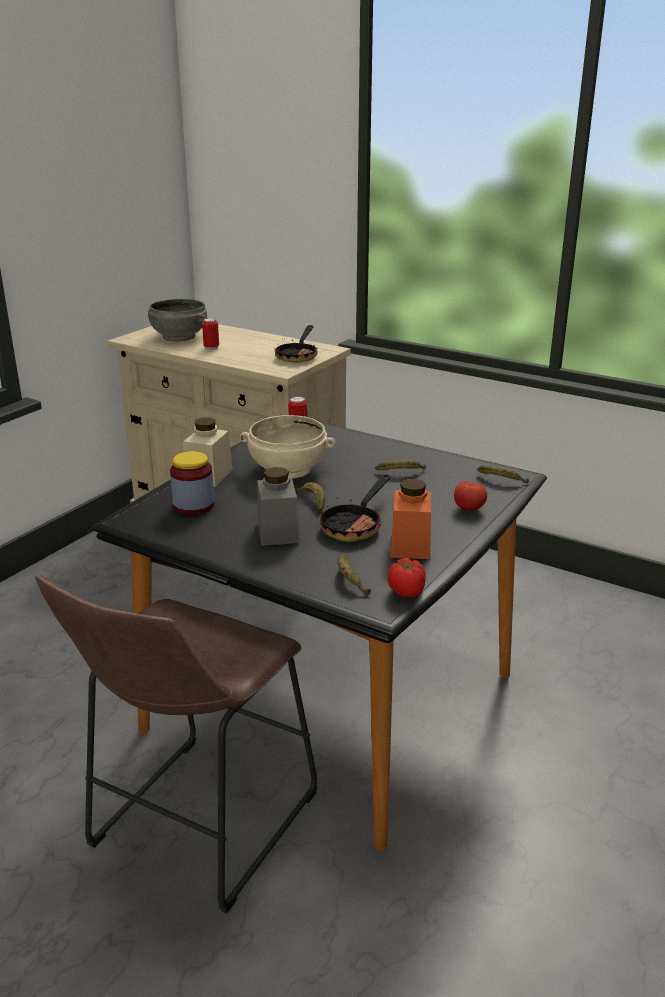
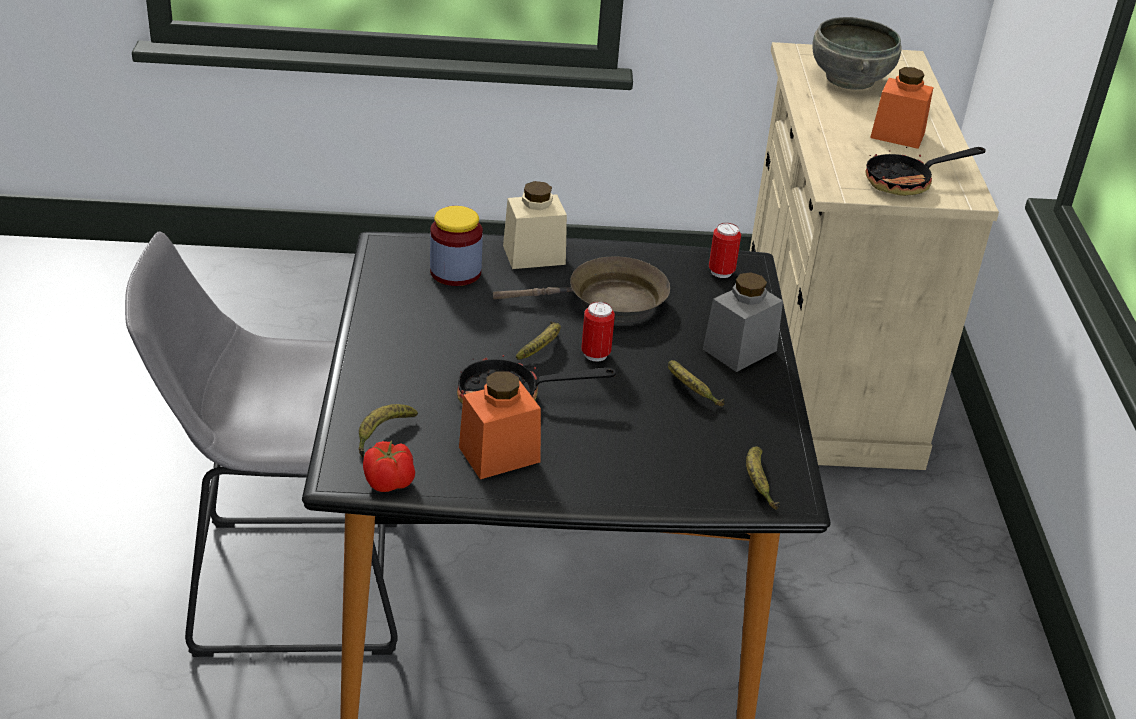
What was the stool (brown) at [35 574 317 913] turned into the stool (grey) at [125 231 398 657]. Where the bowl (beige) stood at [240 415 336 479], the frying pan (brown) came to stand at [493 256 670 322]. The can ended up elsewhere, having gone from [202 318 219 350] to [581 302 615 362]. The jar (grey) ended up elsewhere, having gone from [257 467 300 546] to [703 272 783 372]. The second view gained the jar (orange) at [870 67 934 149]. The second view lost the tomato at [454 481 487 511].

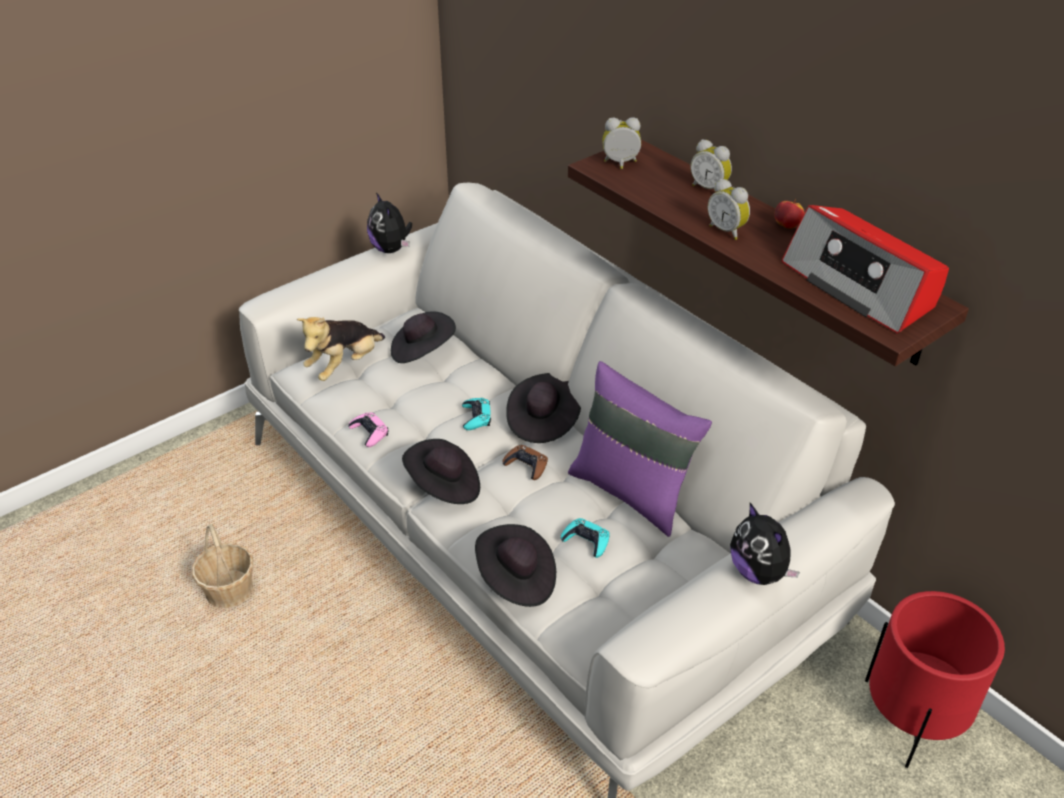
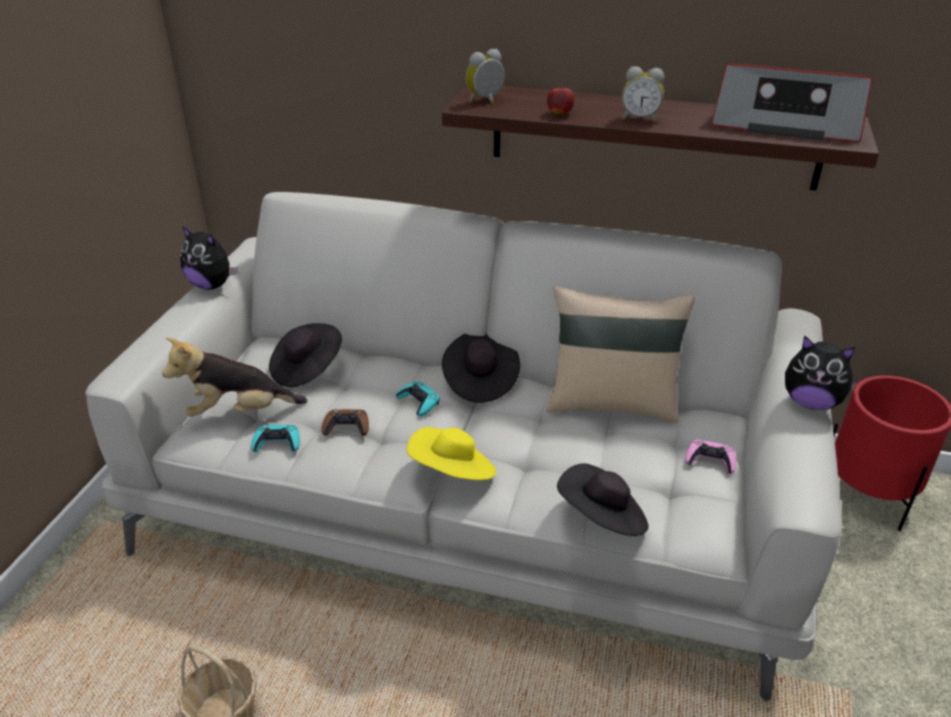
The plush toy at [297 317 385 381] ended up facing another way, 75 degrees clockwise from before. The game controller (turquoise) ended up elsewhere, having gone from [561 518 610 558] to [251 425 300 452]. The game controller (brown) ended up elsewhere, having gone from [502 445 548 480] to [322 409 369 436]. What was the hat (black) at [402 439 480 504] turned into the hat (yellow) at [407 427 496 480]. What was the pillow (purple) at [568 361 712 537] turned into the pillow (beige) at [546 286 695 423]. The apple ended up elsewhere, having gone from [775 199 804 229] to [547 85 575 115]. The game controller (pink) ended up elsewhere, having gone from [348 412 388 447] to [685 439 736 474]. The second view lost the alarm clock at [690 139 732 189].

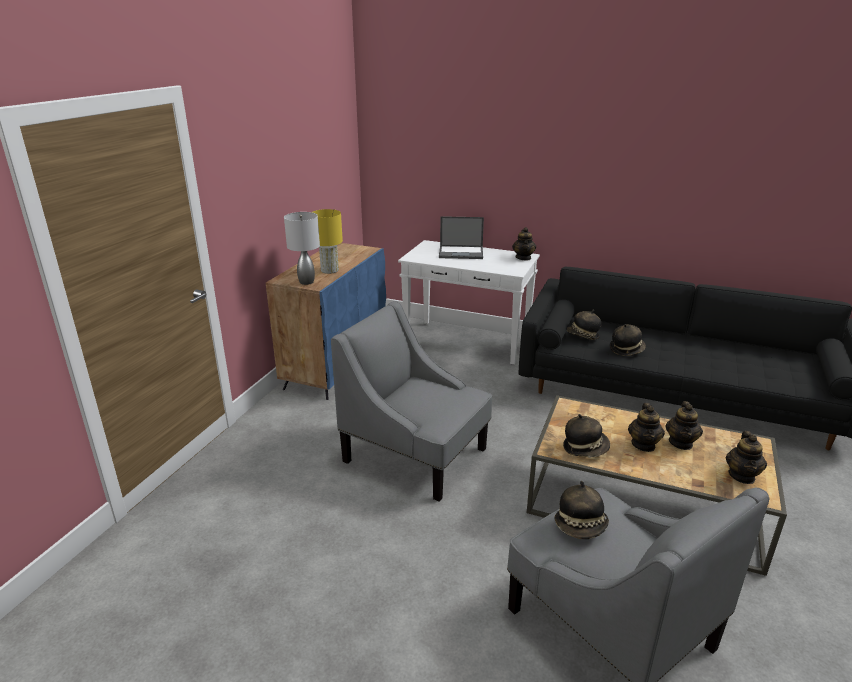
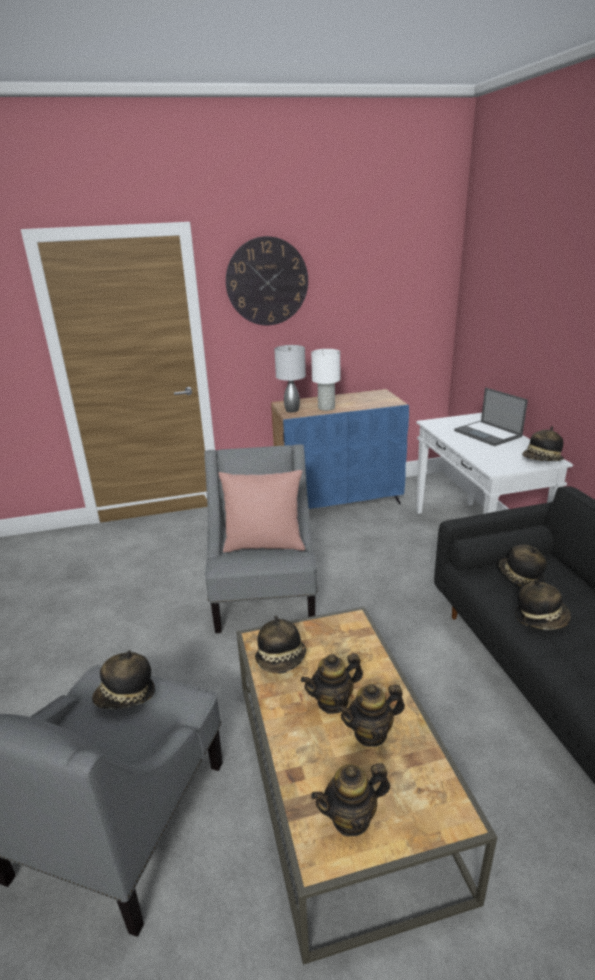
The second view gained the pillow (pink) at [218 470 305 553]. The second view gained the wall clock at [226 236 308 325]. What was the table lamp (yellow) at [312 209 343 274] turned into the table lamp (white) at [311 349 340 411]. Where the teapot stood at [512 227 536 261], the hat came to stand at [522 426 564 461].

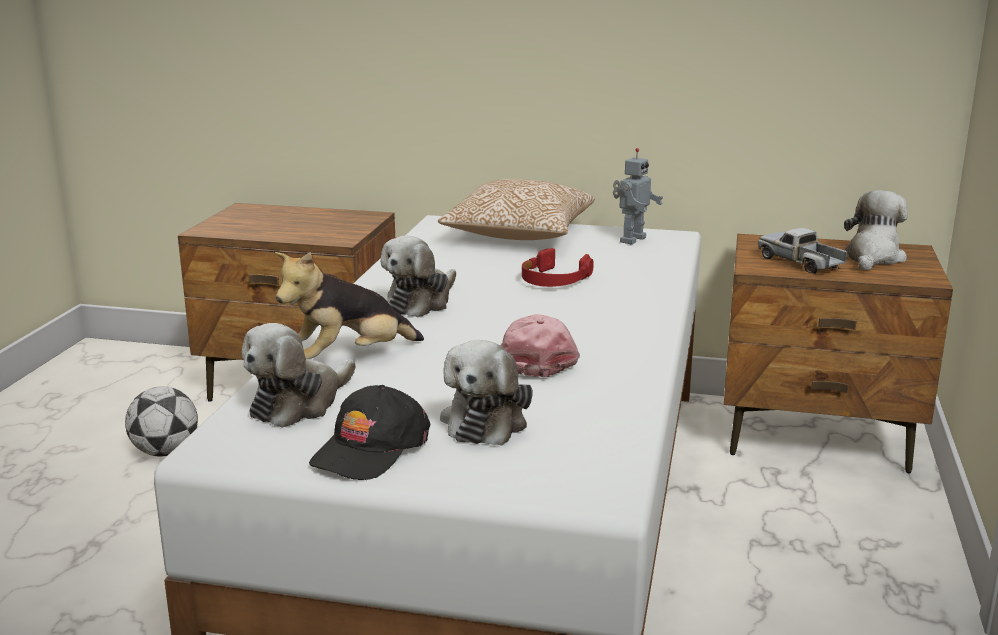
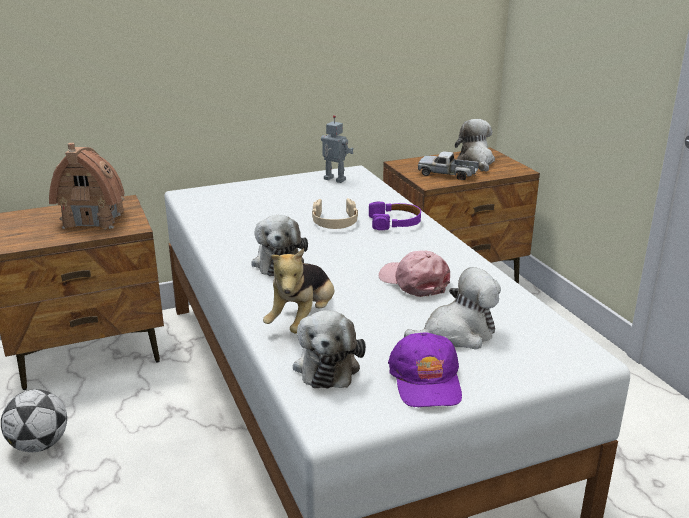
The second view gained the toy house at [49 143 124 229]. What was the headphones (red) at [522 248 594 287] turned into the headphones (beige) at [312 198 358 229]. The toy robot at [613 148 663 244] ended up facing another way, 60 degrees counterclockwise from before. The second view gained the headphones (purple) at [369 201 421 230]. What was the cap (black) at [309 385 430 480] turned into the cap (purple) at [388 332 462 408]. The plush toy at [440 340 533 446] ended up facing another way, 90 degrees counterclockwise from before. The second view lost the pillow at [438 179 595 240].

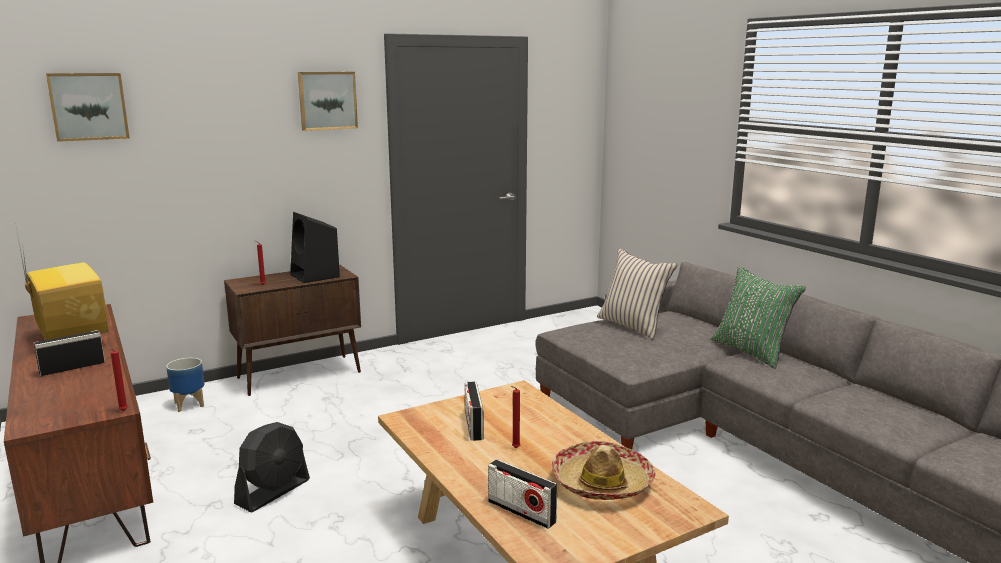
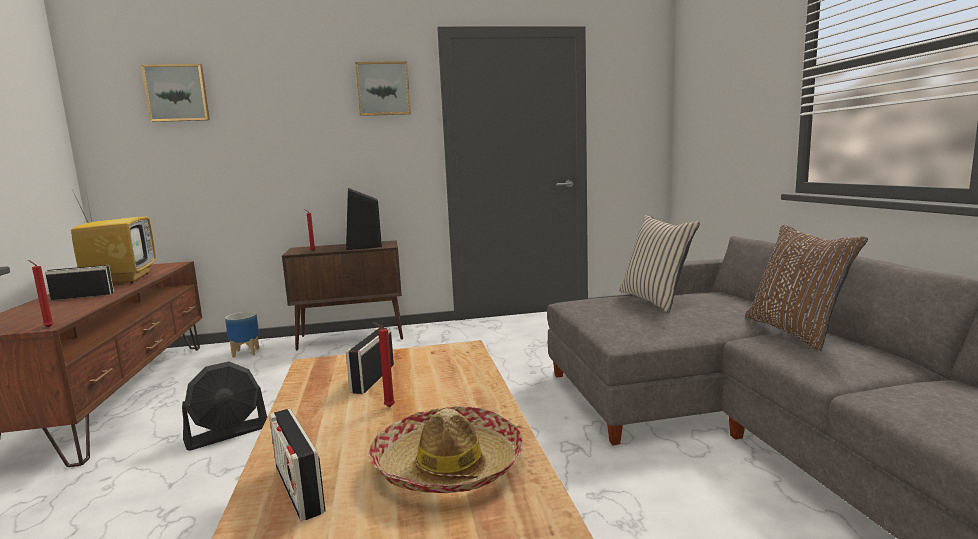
What was the pillow (green) at [711 267 806 369] turned into the pillow (brown) at [745 225 868 351].

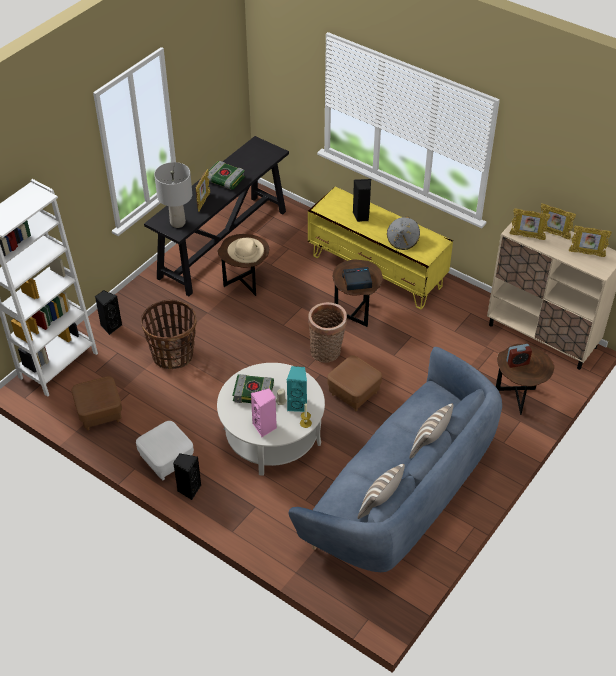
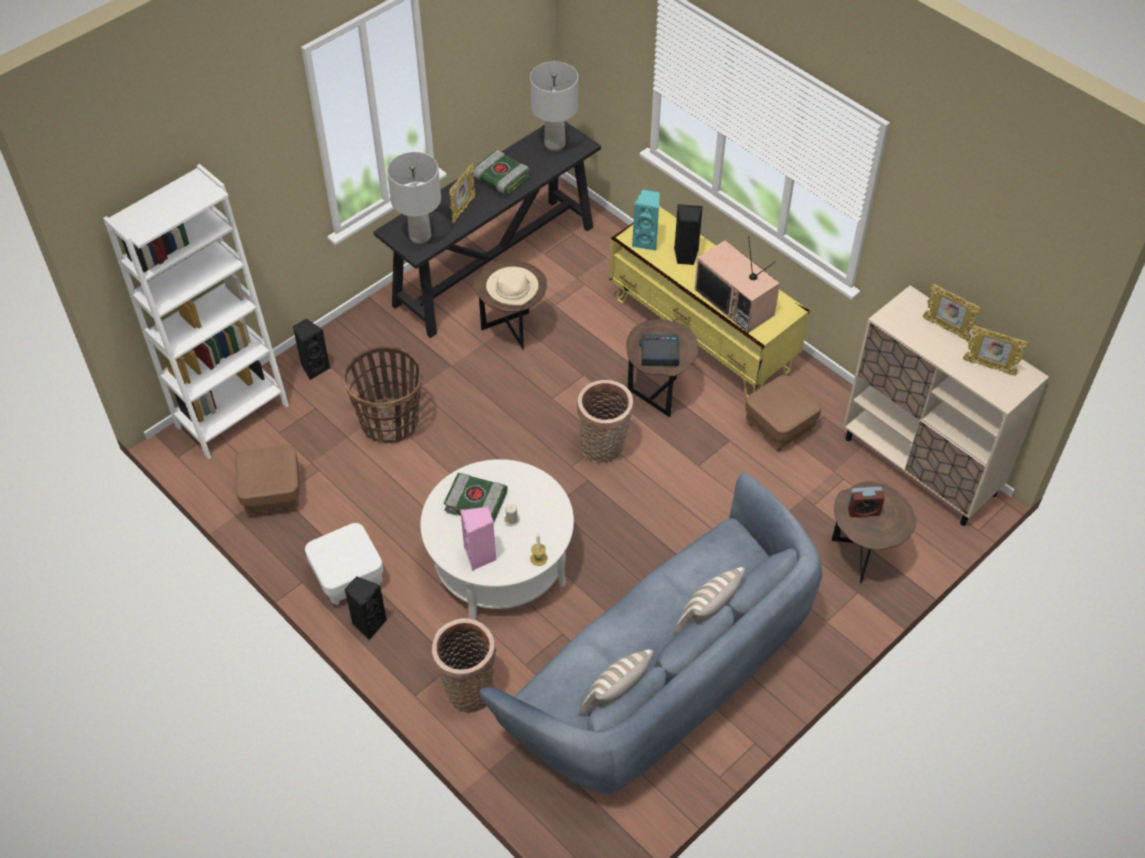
The second view gained the basket at [431 618 496 713]. The second view gained the table lamp (grey) at [530 61 578 151]. The speaker (turquoise) ended up elsewhere, having gone from [287 366 307 412] to [632 189 660 251]. Where the hat (grey) stood at [387 216 420 250], the television came to stand at [695 236 780 333]. The ottoman (brown) ended up elsewhere, having gone from [327 356 382 411] to [745 375 822 451]. The second view lost the picture frame at [510 208 550 240].

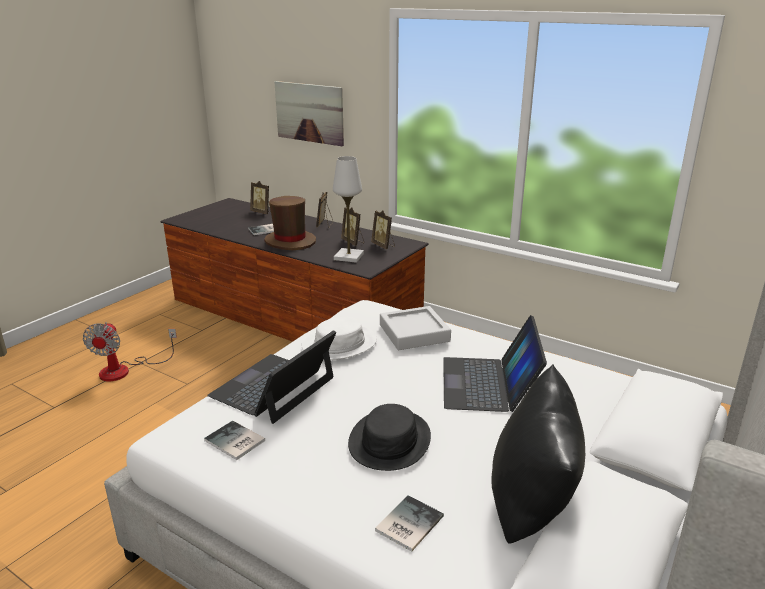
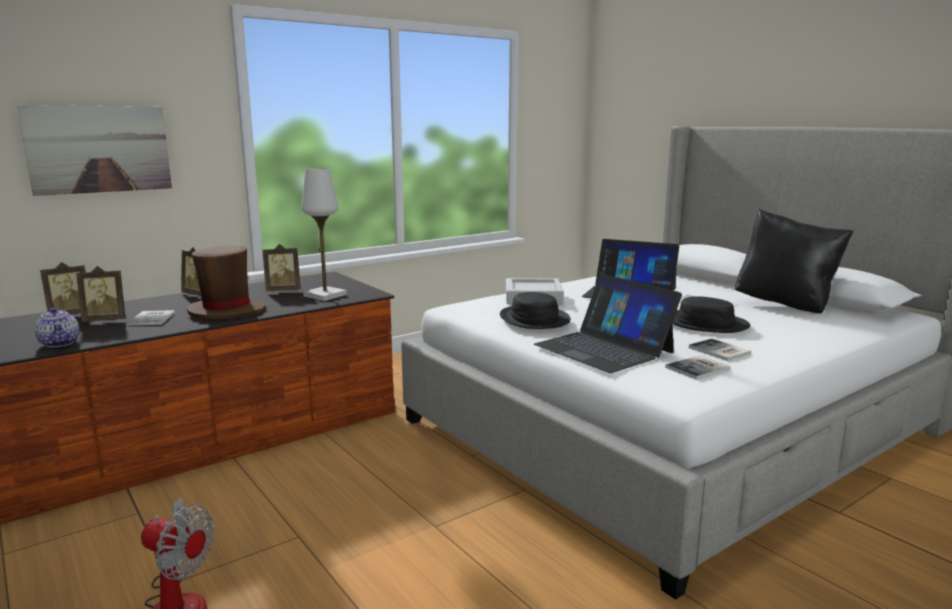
The second view gained the teapot at [35 308 79 347]. The picture frame ended up elsewhere, having gone from [371 211 395 249] to [76 266 125 322]. What was the hat (white) at [302 317 377 360] turned into the hat (black) at [500 292 571 329]. The book ended up elsewhere, having gone from [375 495 444 552] to [689 339 751 361].

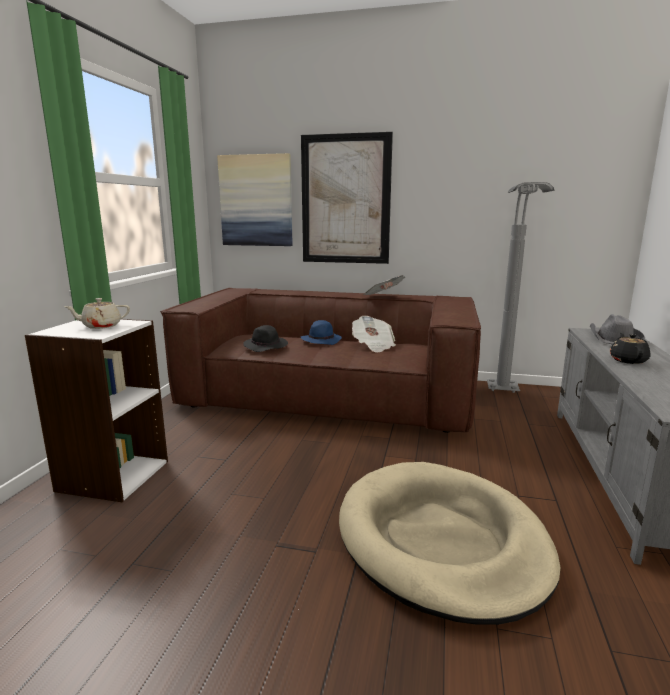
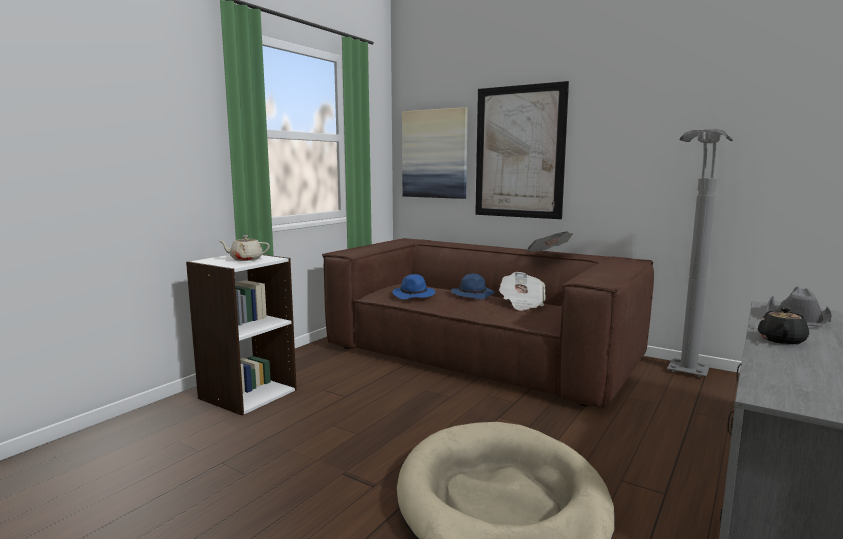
What was the hat (black) at [243 325 288 352] turned into the hat (blue) at [392 274 435 299].

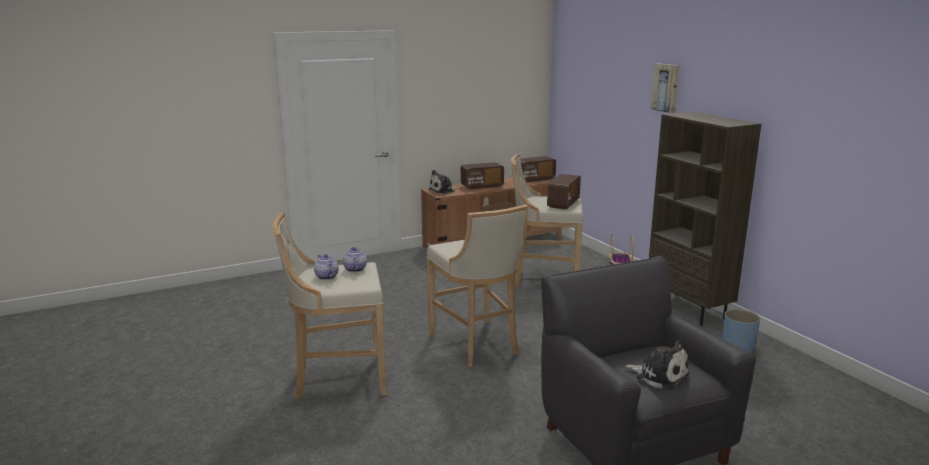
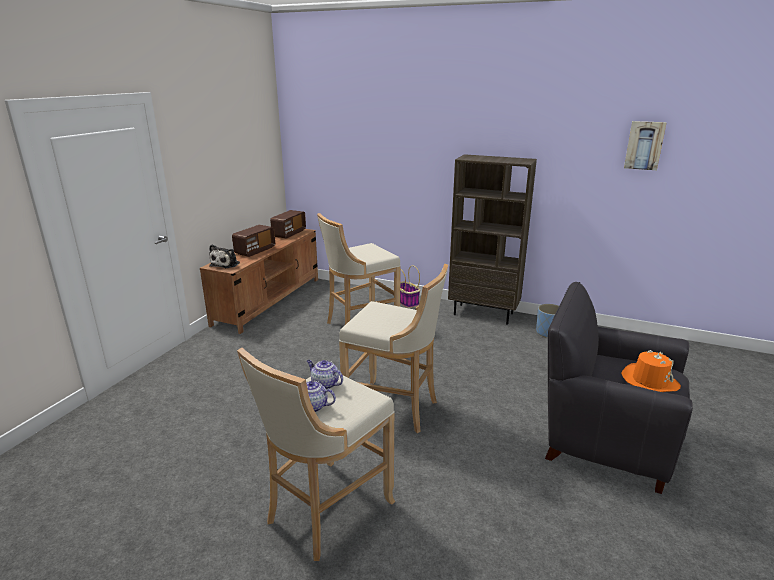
Where the plush toy stood at [625 340 689 390], the hat (orange) came to stand at [621 350 681 392]. The picture ended up elsewhere, having gone from [651 63 680 113] to [624 121 666 170]. The second view lost the radio at [547 174 581 209].

